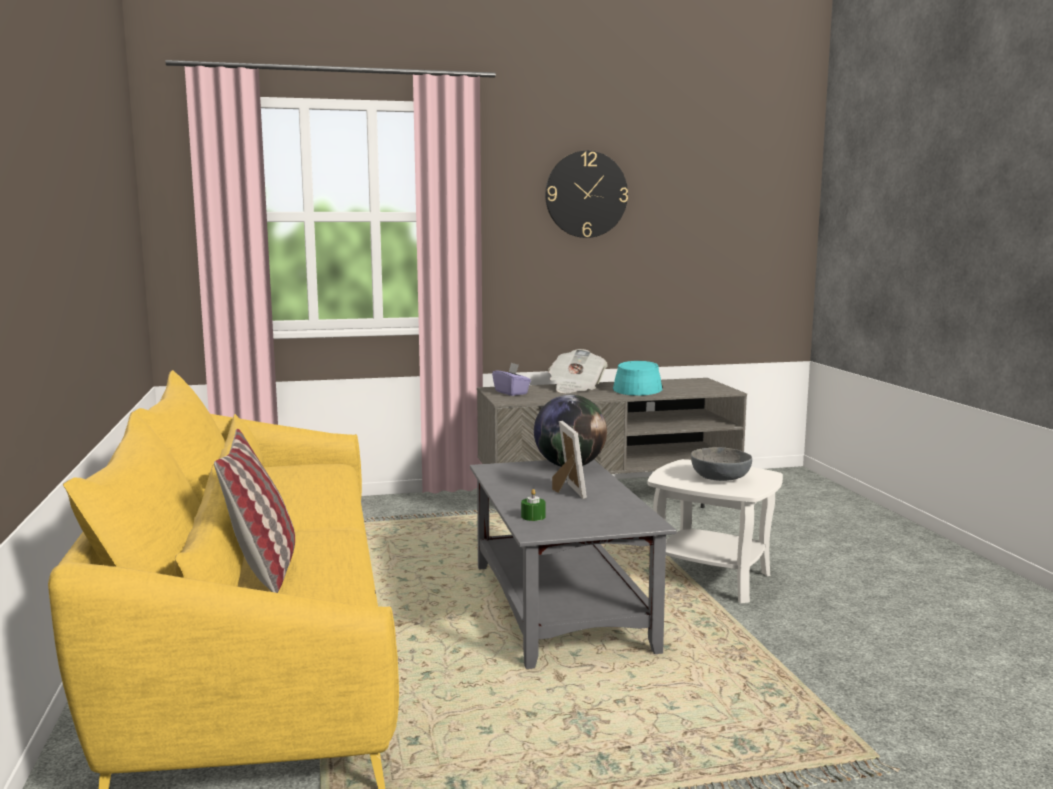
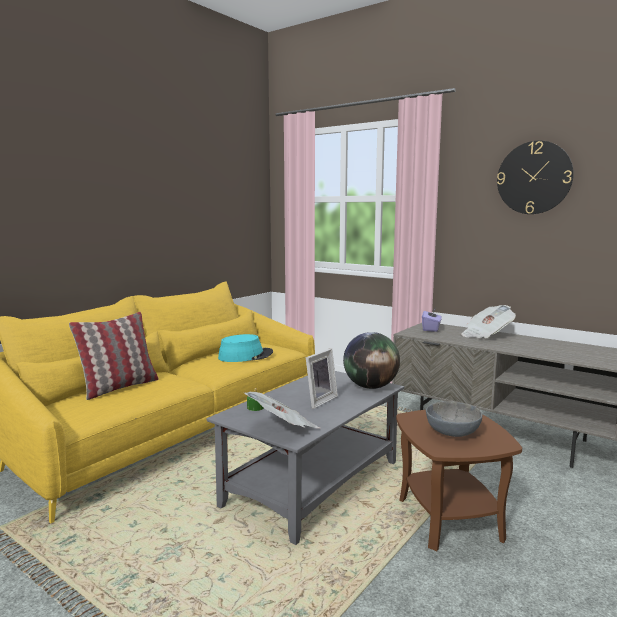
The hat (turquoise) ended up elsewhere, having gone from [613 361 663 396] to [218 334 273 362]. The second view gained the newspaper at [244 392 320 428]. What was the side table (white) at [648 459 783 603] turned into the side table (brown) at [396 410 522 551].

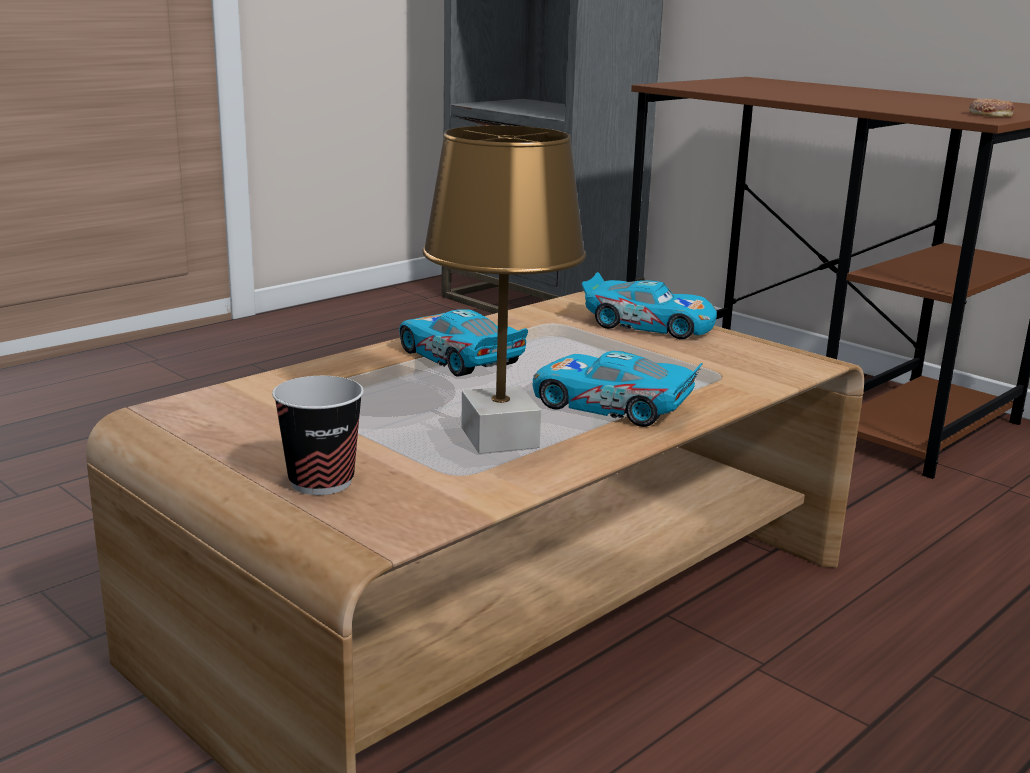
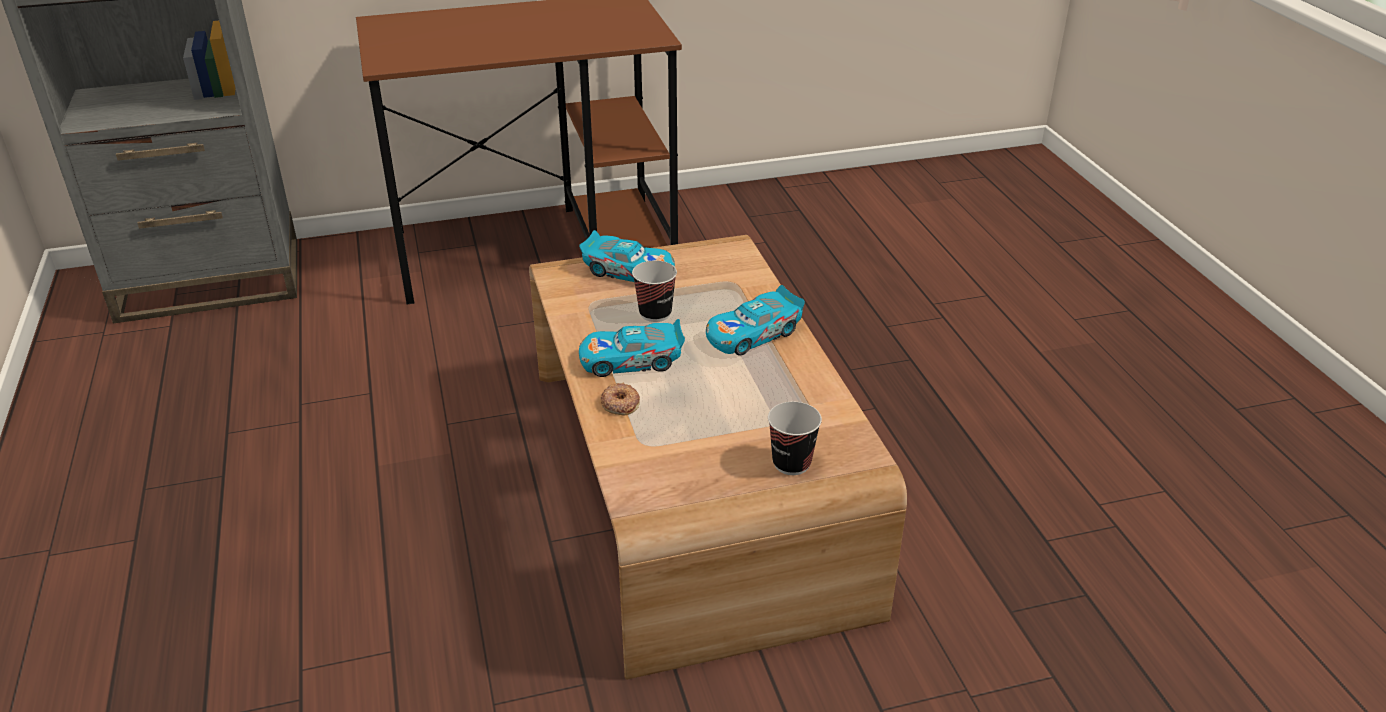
The toy car at [582 272 717 339] ended up facing another way, 60 degrees clockwise from before. The donut ended up elsewhere, having gone from [969 98 1014 117] to [600 383 640 415]. The second view gained the cup at [632 260 677 322]. The second view lost the table lamp (brown) at [422 126 586 454].

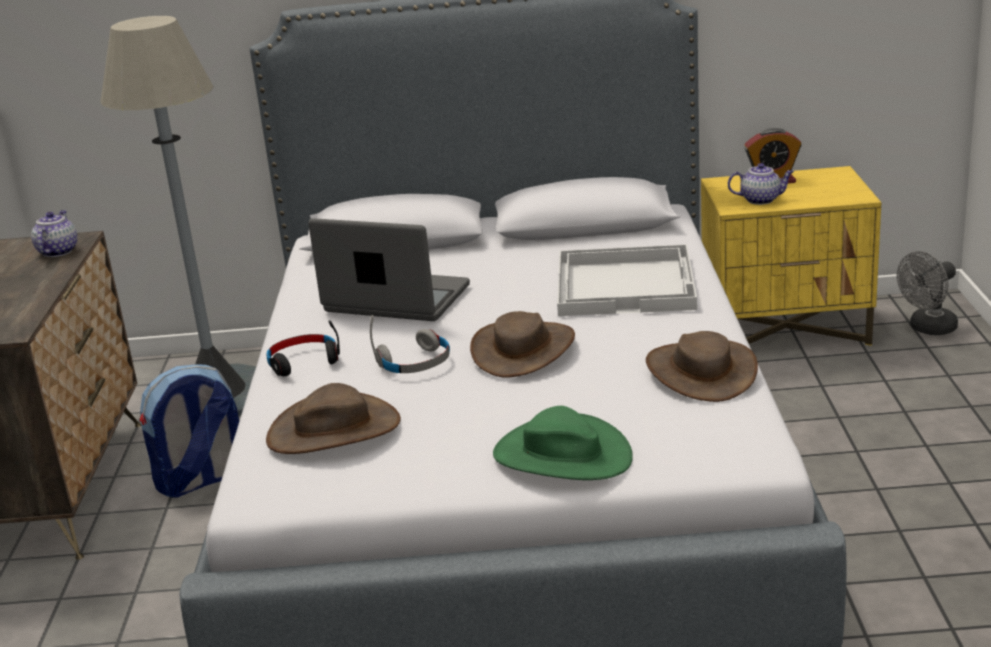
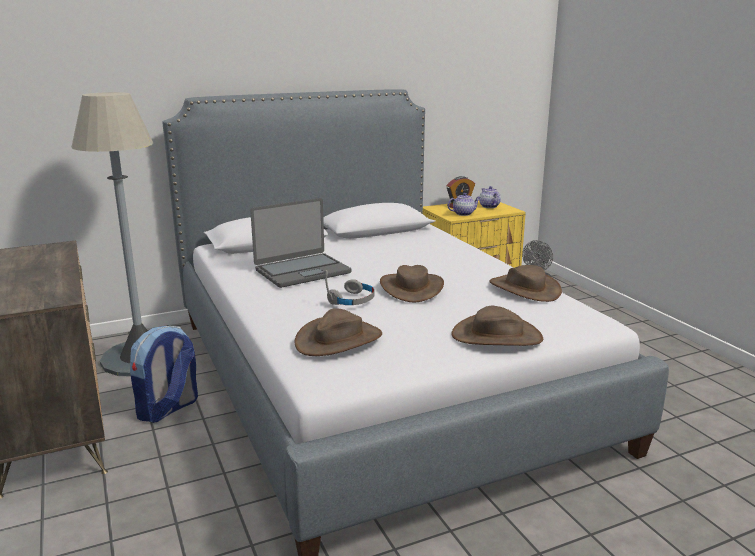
The laptop at [308 218 470 321] ended up facing another way, 150 degrees clockwise from before. What was the hat (green) at [493 406 633 480] turned into the hat (brown) at [451 306 543 346]. The teapot ended up elsewhere, having gone from [31 210 77 257] to [479 186 501 208]. The second view lost the headphones (black) at [267 321 340 376]. The second view lost the tray (white) at [557 244 697 316].

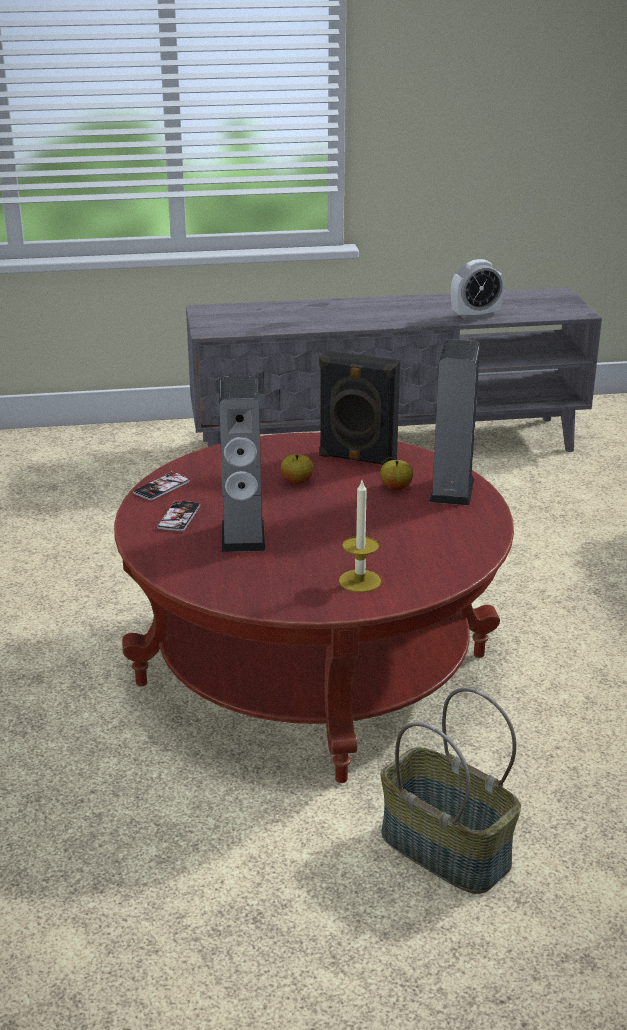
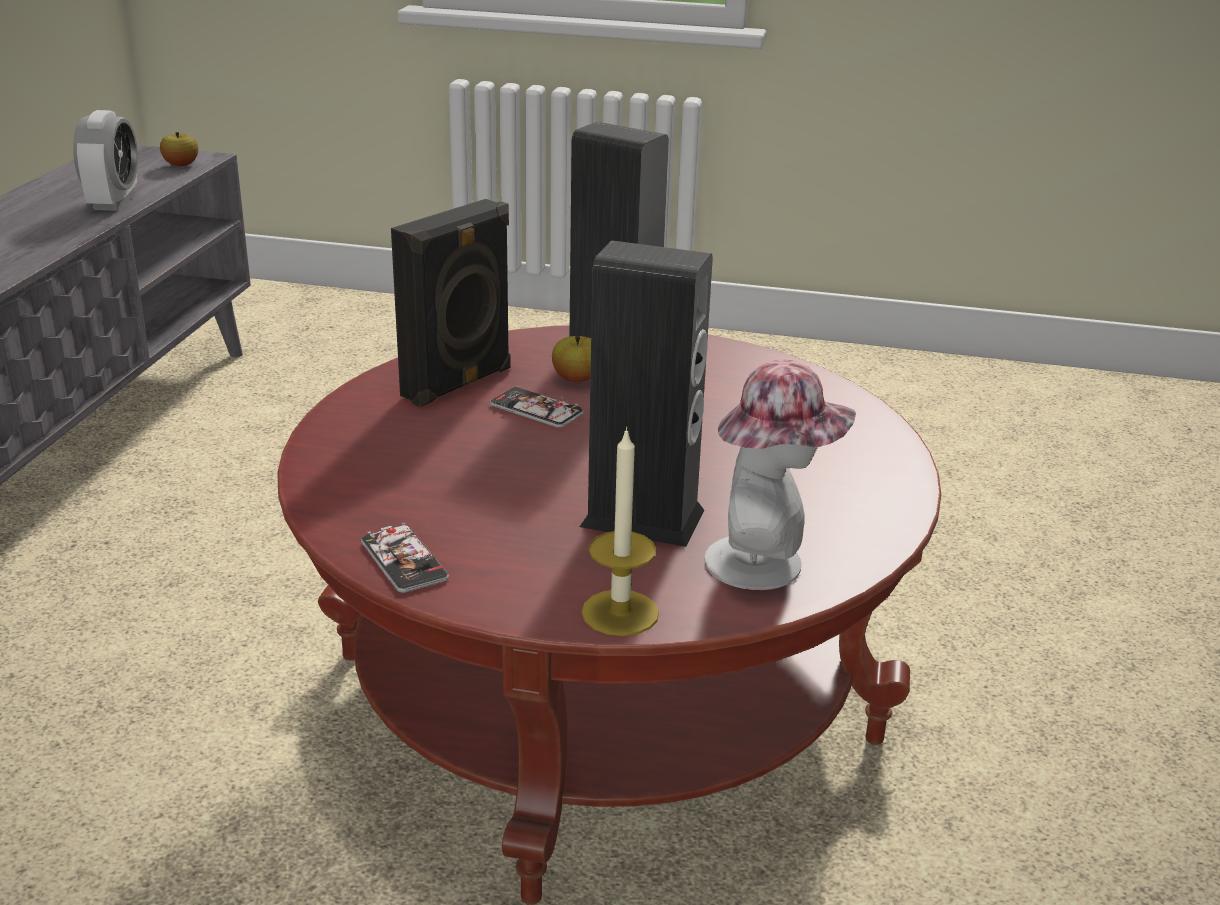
The apple ended up elsewhere, having gone from [281 454 313 484] to [160 132 198 166]. The phone ended up elsewhere, having gone from [157 500 200 532] to [490 386 584 428]. The candle ended up elsewhere, having gone from [339 481 381 593] to [581 427 659 636]. The second view gained the hat at [705 360 856 590]. The second view lost the basket at [380 688 521 894].

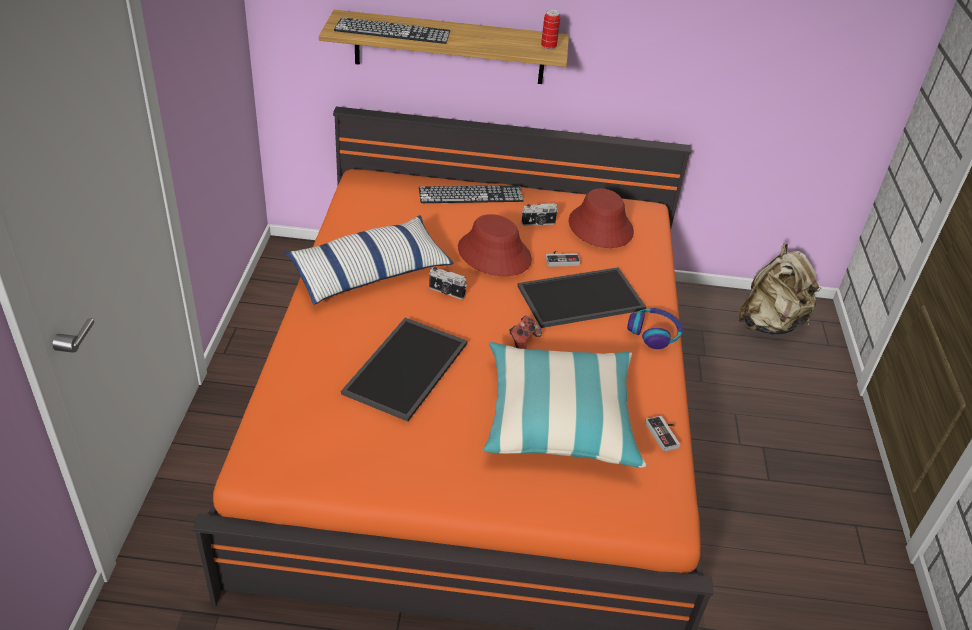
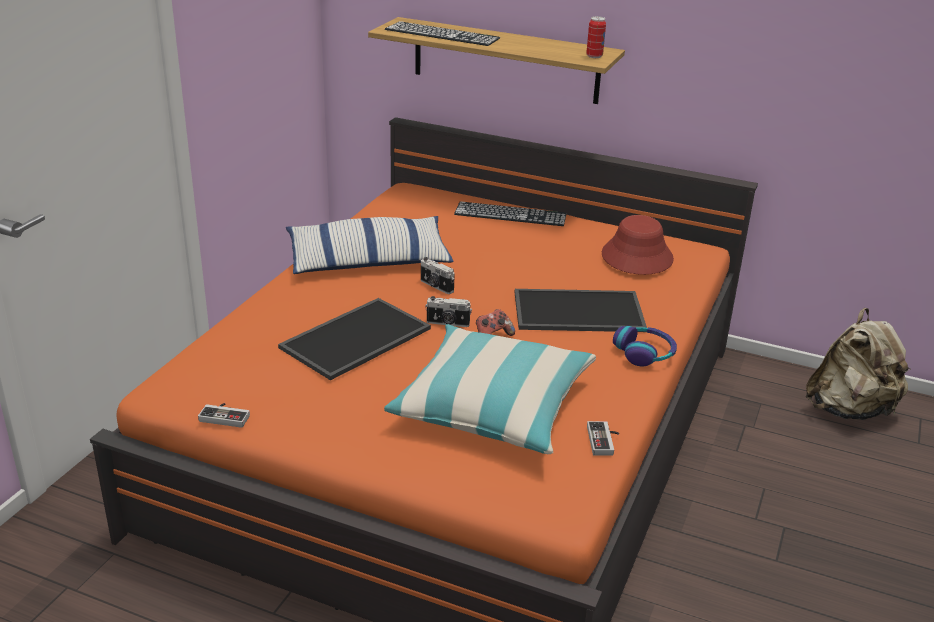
The game controller ended up elsewhere, having gone from [545 251 581 267] to [198 403 250 428]. The photo camera ended up elsewhere, having gone from [522 203 558 226] to [425 296 472 327]. The second view lost the hat (red) at [458 214 532 276].

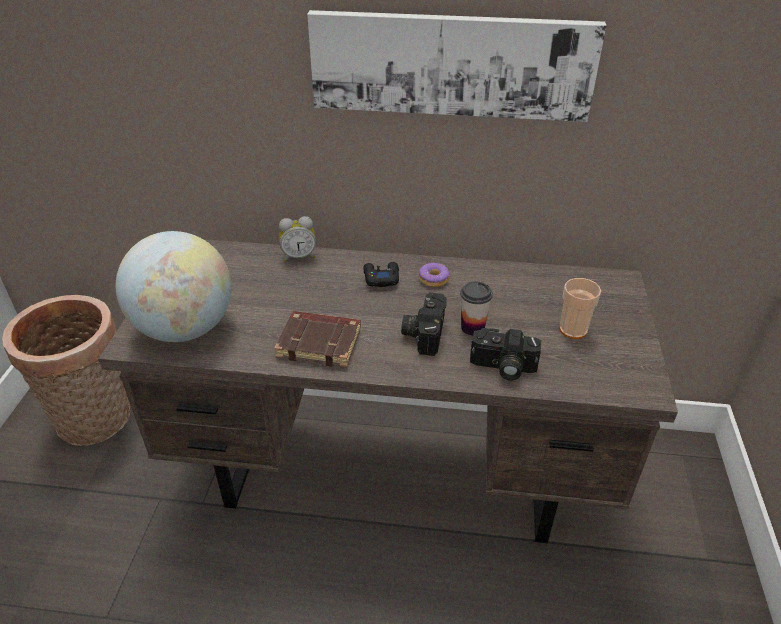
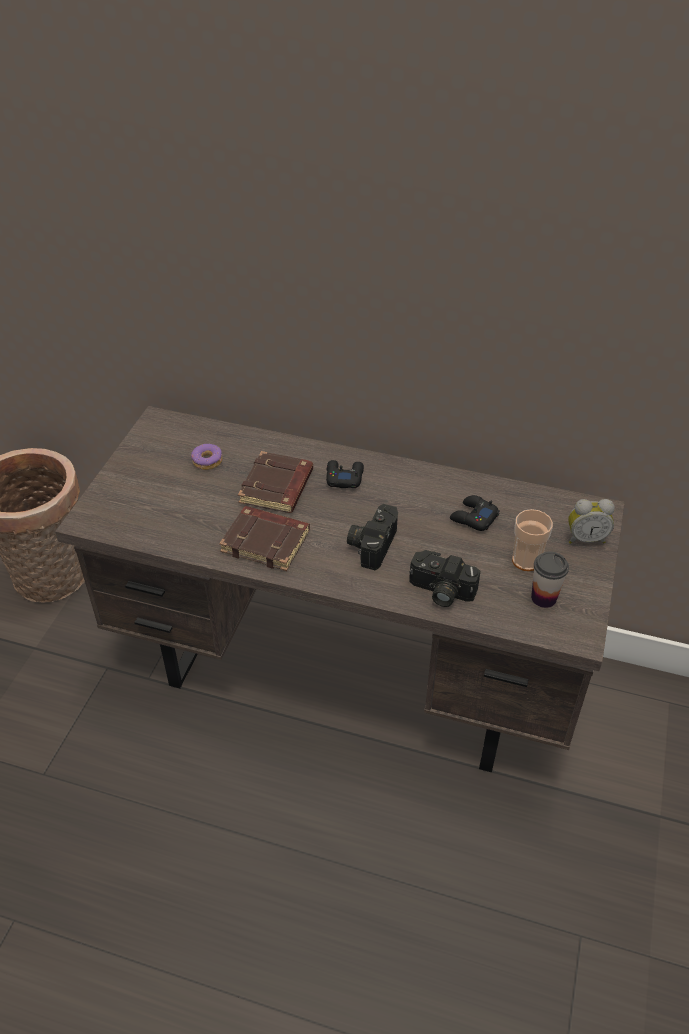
The donut ended up elsewhere, having gone from [419 263 450 287] to [191 444 223 470]. The second view gained the book (brown) at [238 451 313 513]. The second view gained the game controller (black) at [450 495 499 531]. The cup ended up elsewhere, having gone from [460 281 493 336] to [531 551 569 608]. The alarm clock ended up elsewhere, having gone from [279 216 316 262] to [568 499 615 544]. The second view lost the globe at [116 231 232 342]. The second view lost the picture at [307 10 606 122].

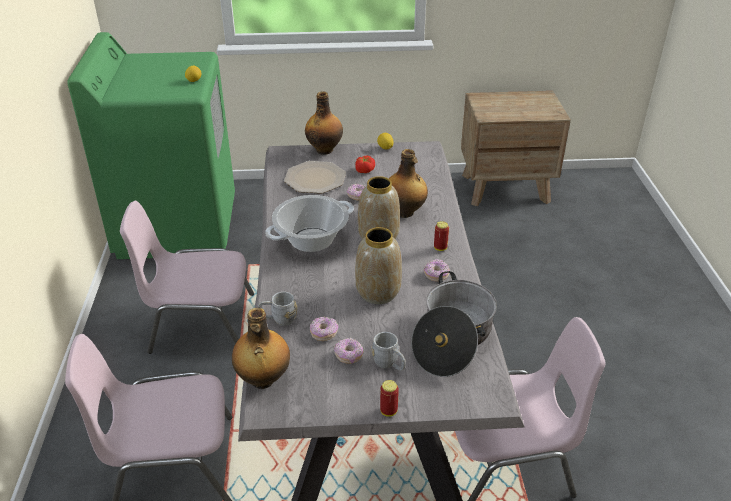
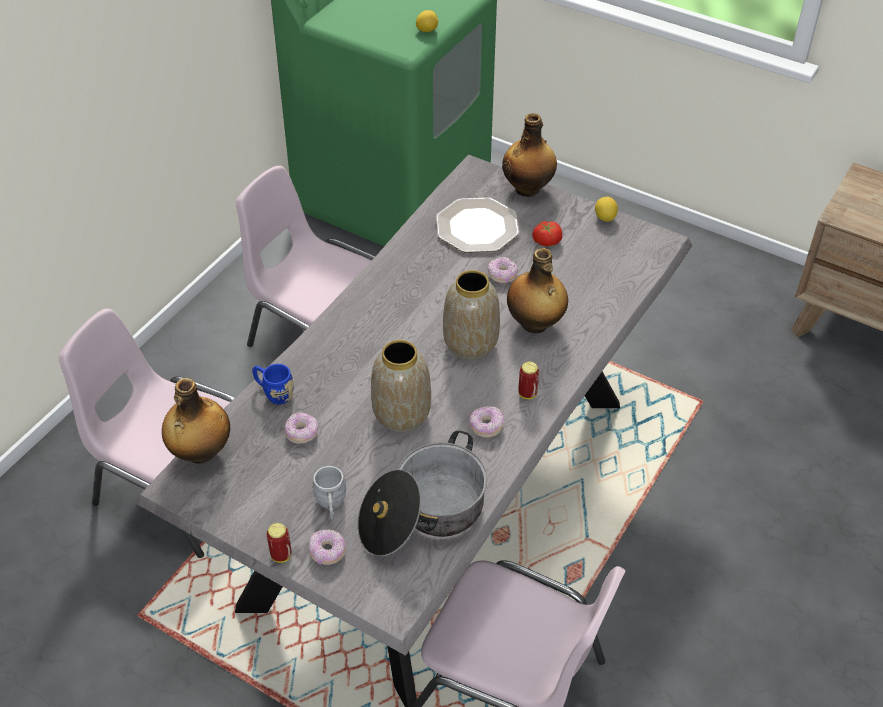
What was the mug (grey) at [258 292 297 326] turned into the mug (blue) at [252 364 294 405]. The donut ended up elsewhere, having gone from [334 338 363 364] to [309 529 346 565]. The second view lost the cooking pot at [265 195 354 252].

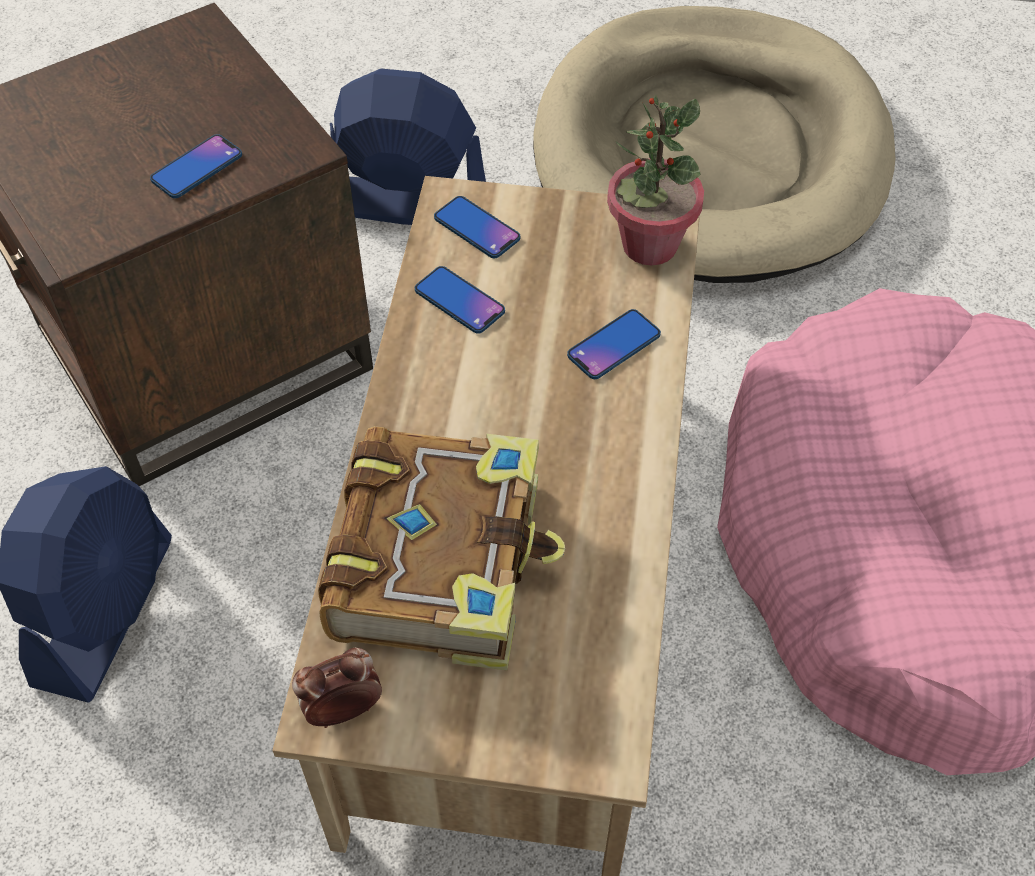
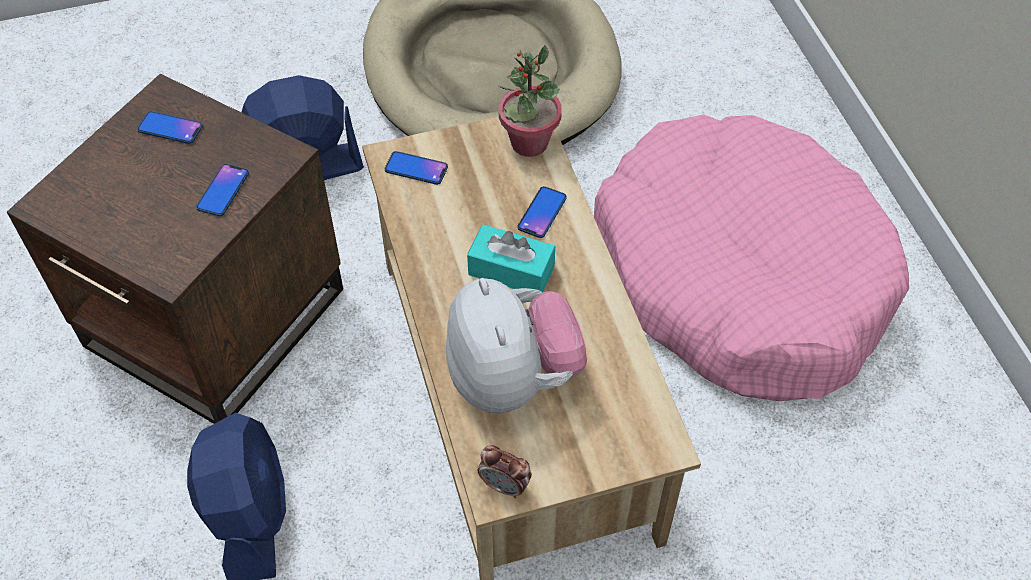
The phone ended up elsewhere, having gone from [415 266 505 334] to [137 111 203 144]. Where the book stood at [318 426 565 671], the plush toy came to stand at [446 278 587 413]. The second view gained the tissue box (turquoise) at [467 225 555 292]. The alarm clock at [292 648 382 728] ended up facing another way, 105 degrees counterclockwise from before.

